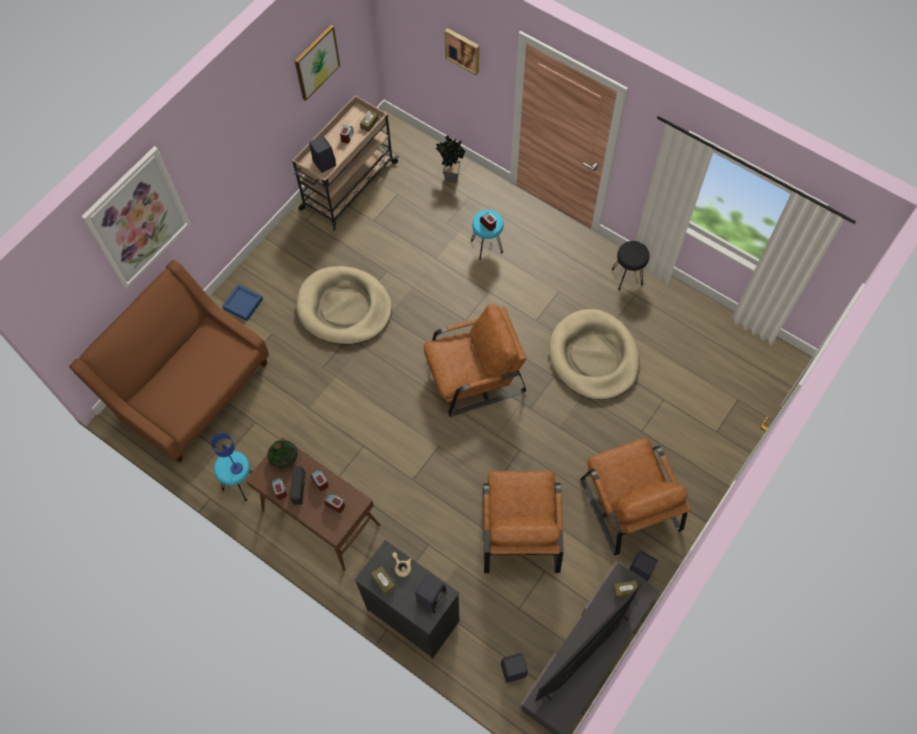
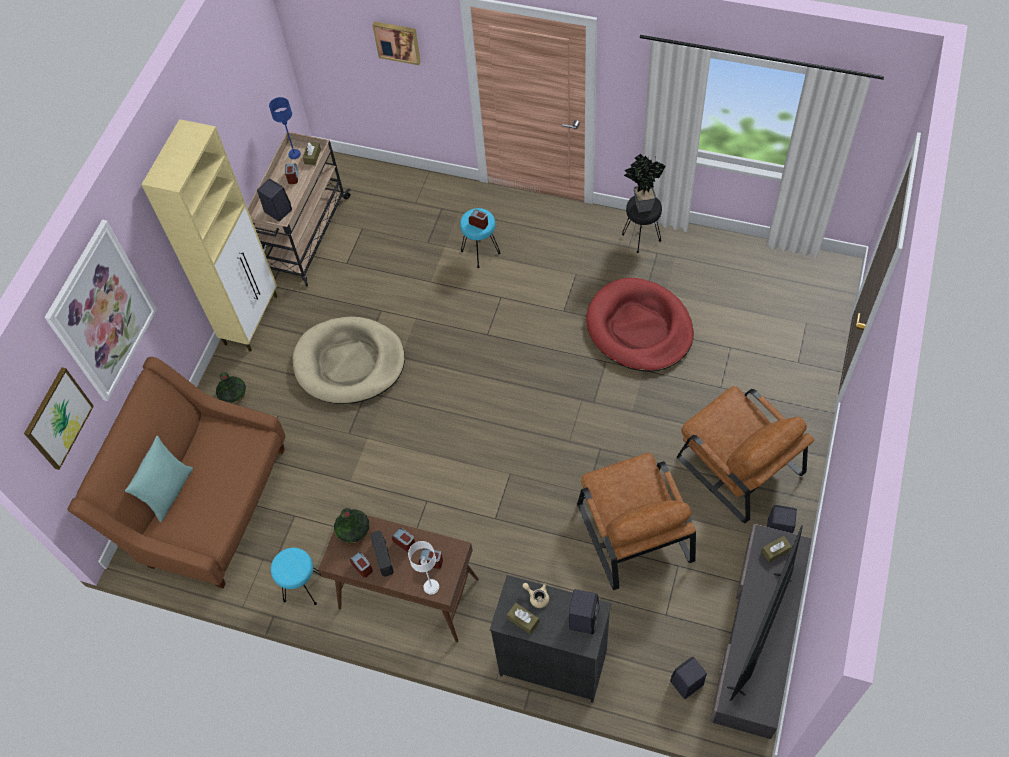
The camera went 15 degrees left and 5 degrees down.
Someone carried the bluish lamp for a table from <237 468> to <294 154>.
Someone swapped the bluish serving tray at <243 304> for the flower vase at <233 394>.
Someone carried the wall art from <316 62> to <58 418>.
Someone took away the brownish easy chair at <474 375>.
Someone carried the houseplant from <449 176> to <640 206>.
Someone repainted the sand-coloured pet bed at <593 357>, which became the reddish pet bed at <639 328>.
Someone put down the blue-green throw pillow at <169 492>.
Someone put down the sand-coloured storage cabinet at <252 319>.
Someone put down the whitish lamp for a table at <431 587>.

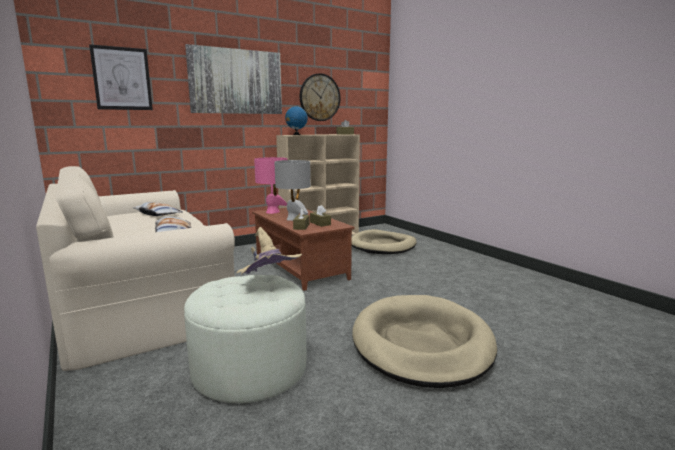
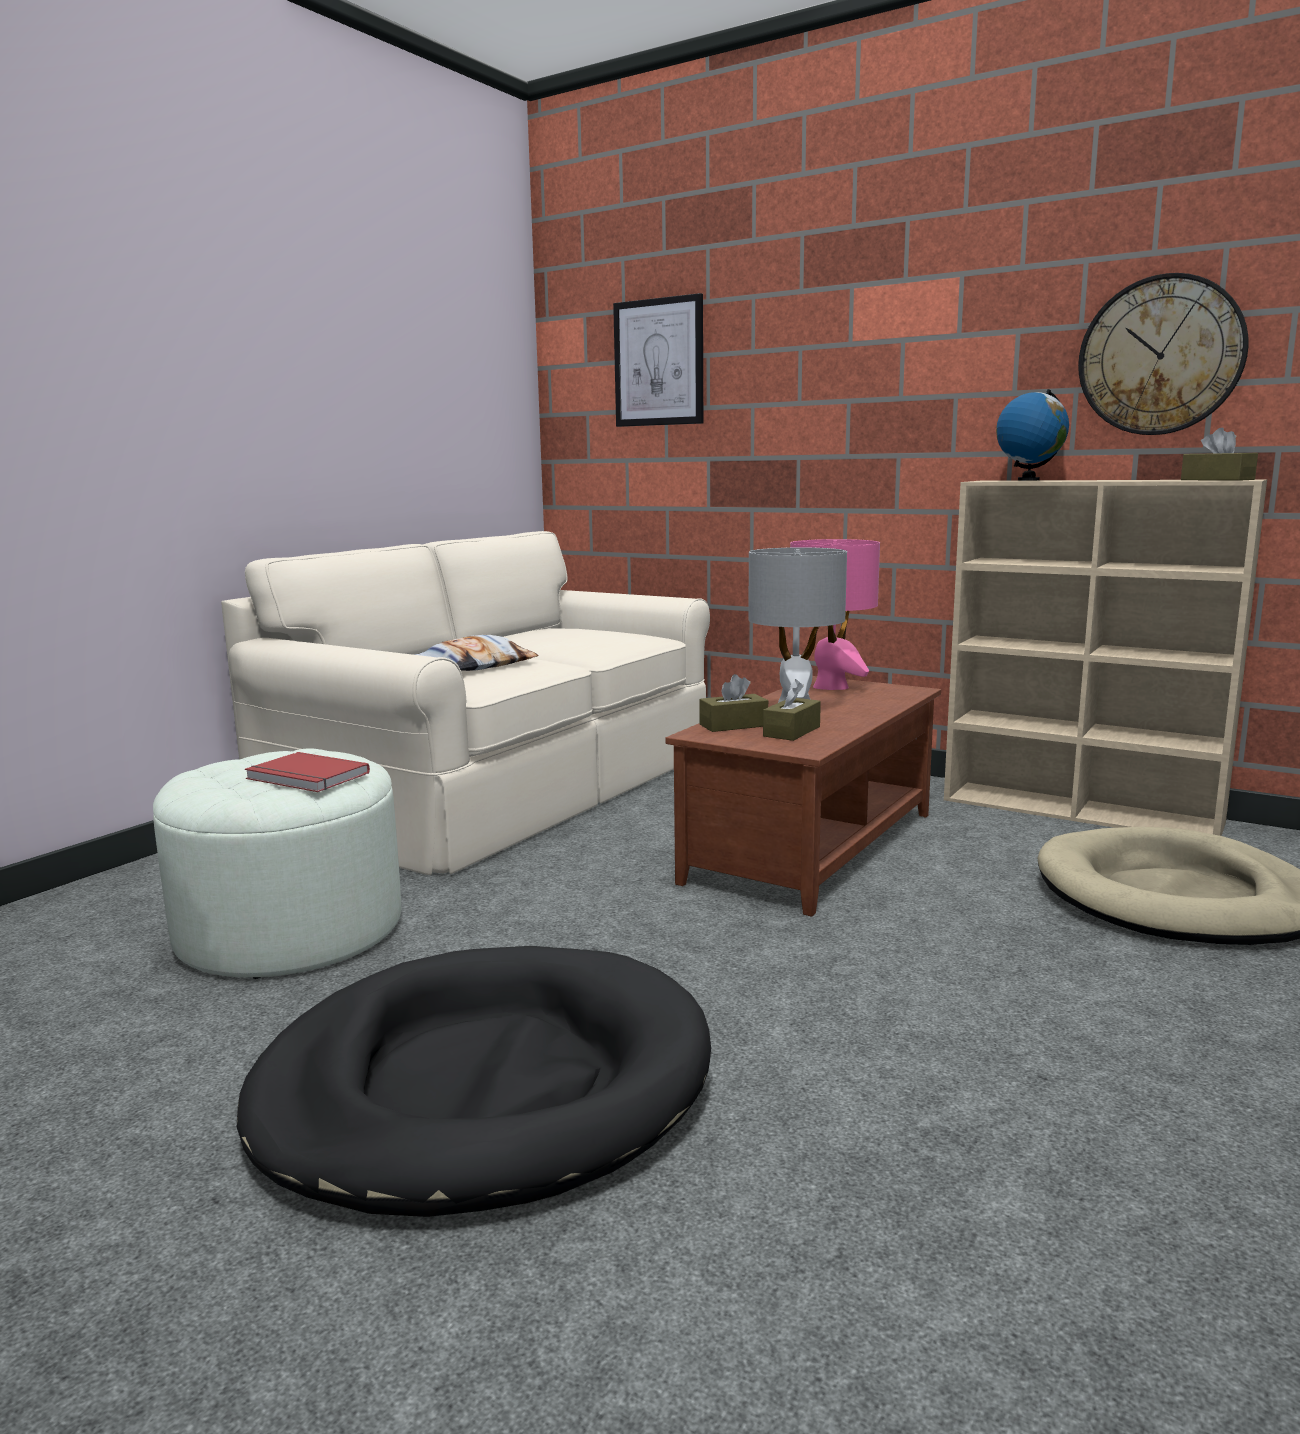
The camera went 65 degrees right and 0 degrees up.
Someone took away the throw pillow at <157 214>.
Someone took away the wall art at <236 81>.
Someone swapped the sand-coloured hat at <268 284> for the reddish book at <305 777>.
Someone repainted the sand-coloured pet bed at <421 344>, which became the black-coloured pet bed at <484 1087>.

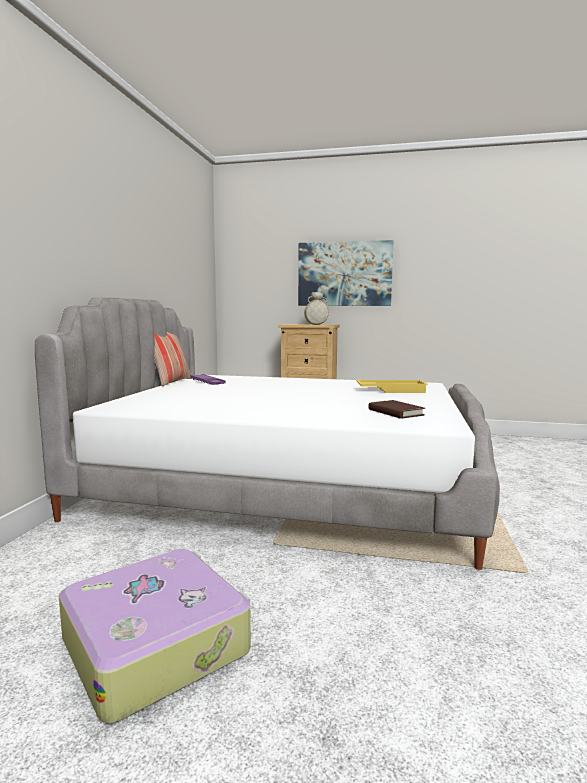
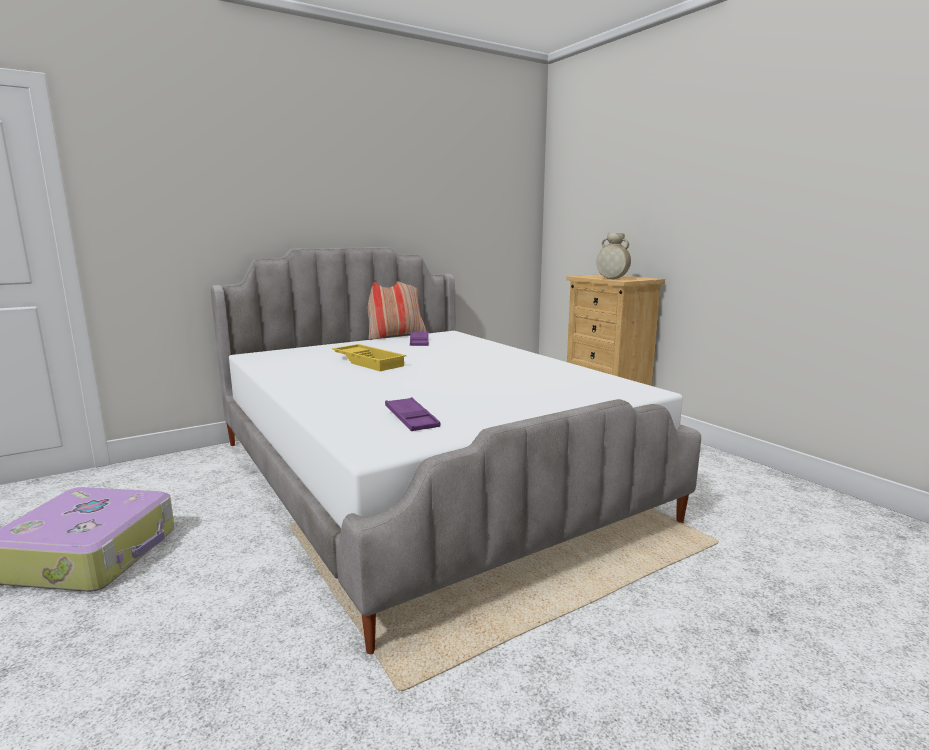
The camera went 45 degrees right and 5 degrees up.
Someone took away the wall art at <344 274>.
Someone carried the yellowish serving tray from <391 390> to <370 362>.
Someone swapped the brownish book at <395 412> for the purple-coloured serving tray at <411 419>.

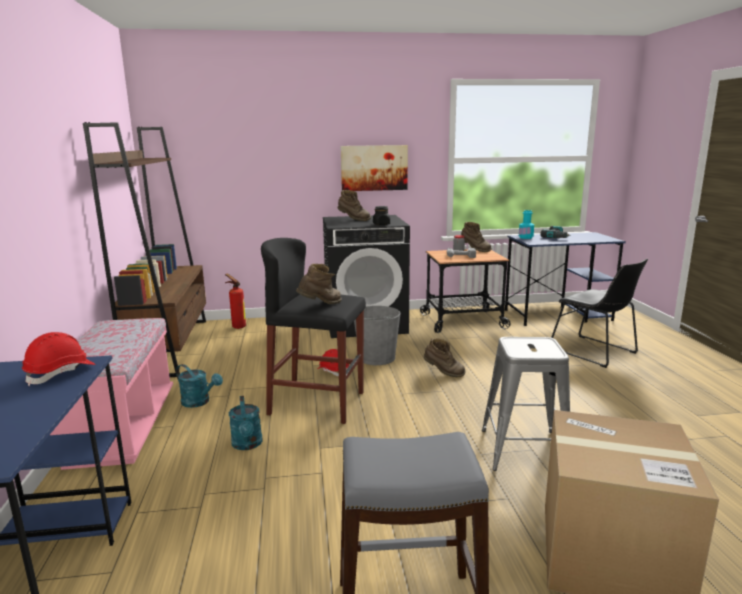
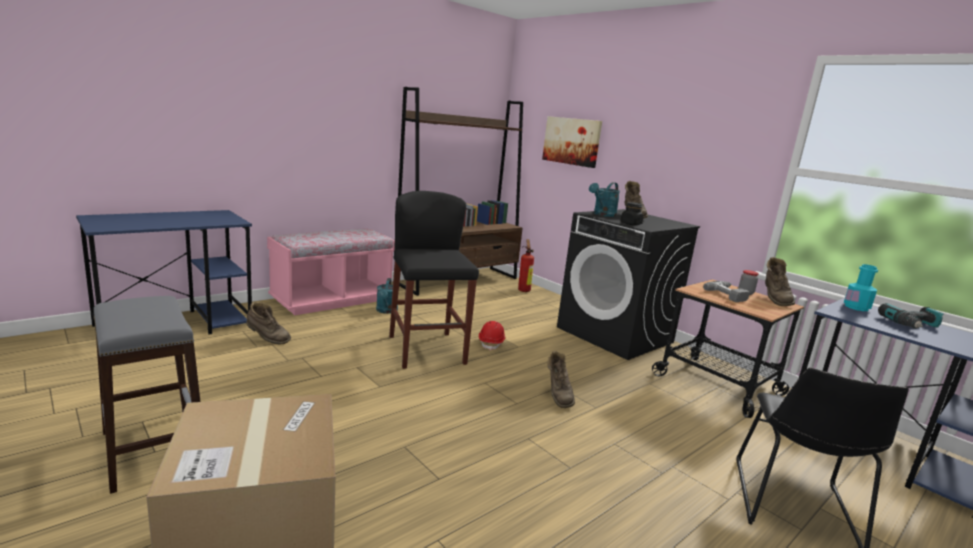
The camera went 55 degrees right and 0 degrees up.
Someone took away the reddish work helmet at <61 373>.
Someone carried the blue-green sprinkling can from <247 445> to <602 214>.
Someone carried the brownish high-top boot from <321 305> to <267 339>.
Someone carried the wall art from <374 168> to <572 141>.
Someone took away the gray pail at <376 358>.
Someone took away the gray sitting stool at <524 450>.

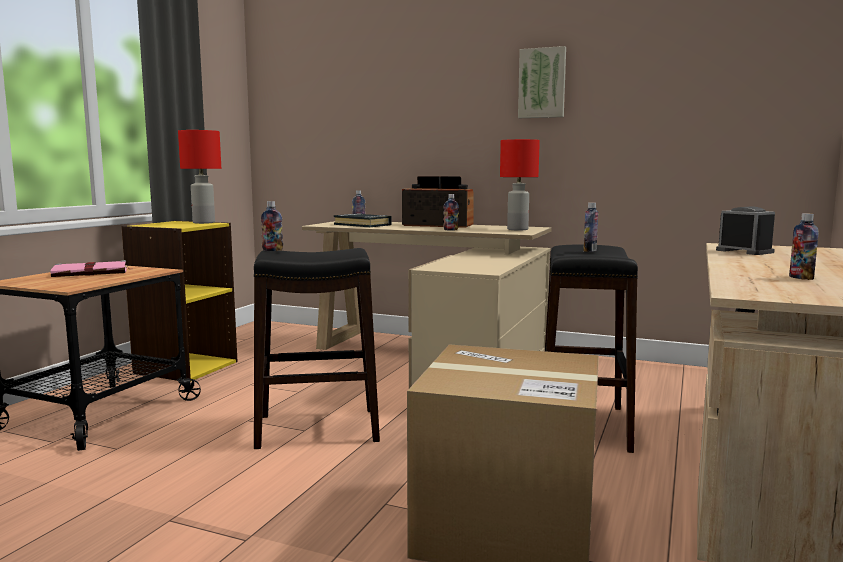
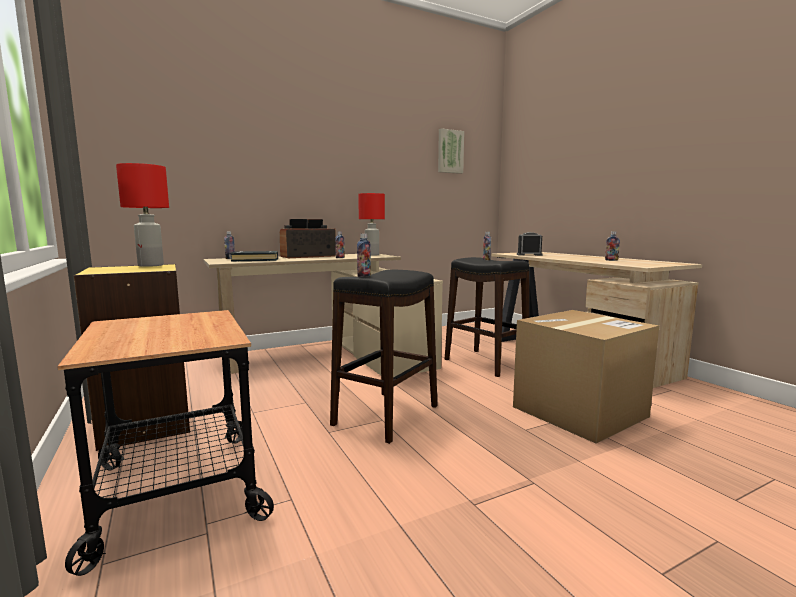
The camera went 50 degrees left and 0 degrees up.
Someone took away the pink-coloured book at <92 272>.
Someone carried the wall art from <542 83> to <450 151>.

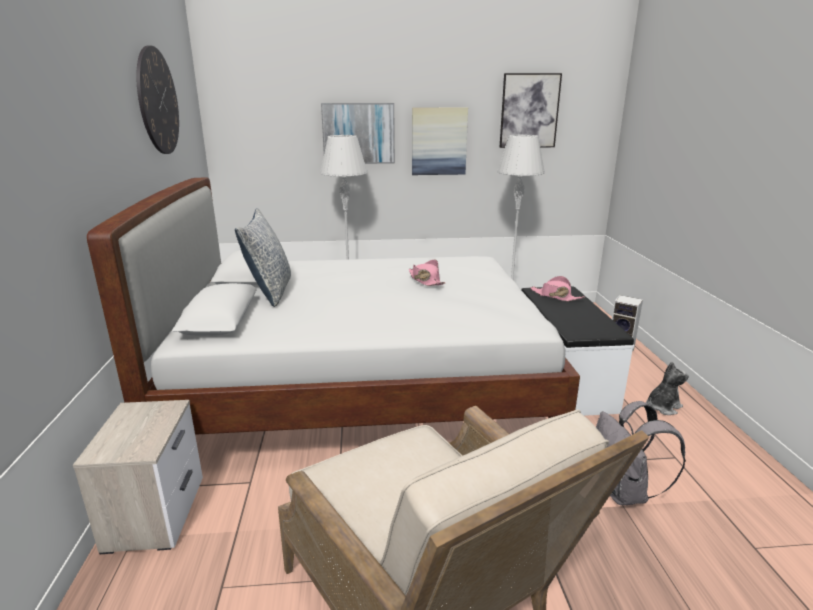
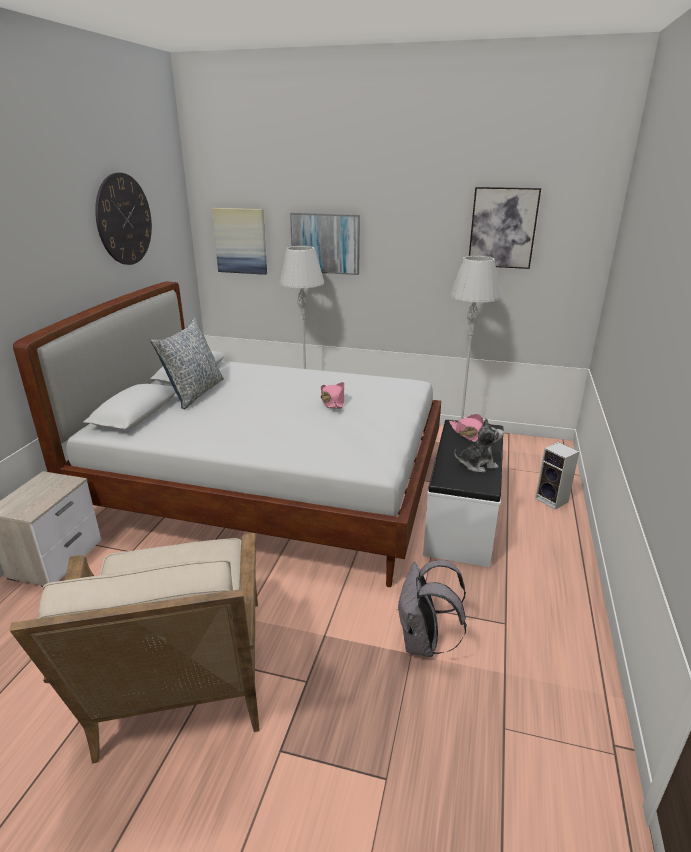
The camera went 20 degrees right and 5 degrees up.
Someone carried the wall art from <439 141> to <240 241>.
Someone carried the plush toy from <662 407> to <477 464>.

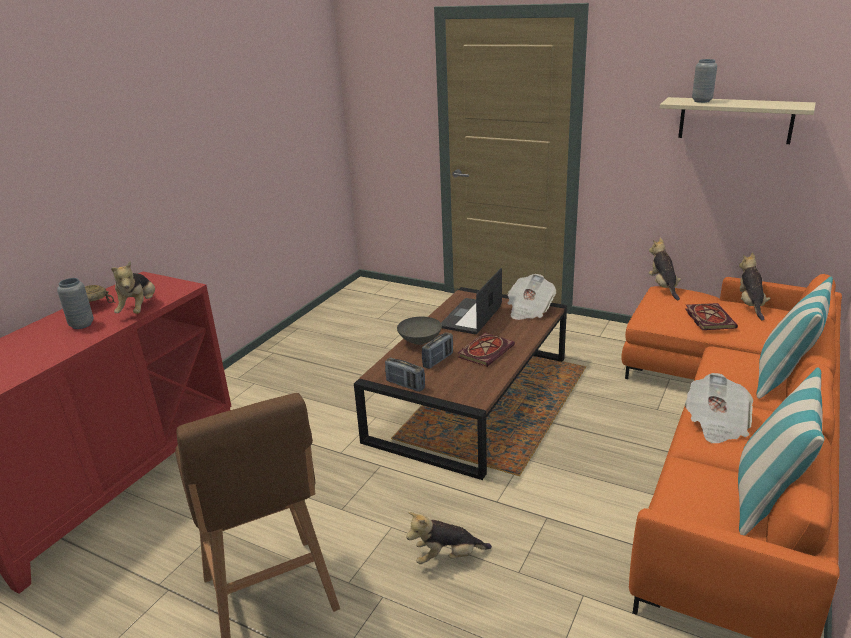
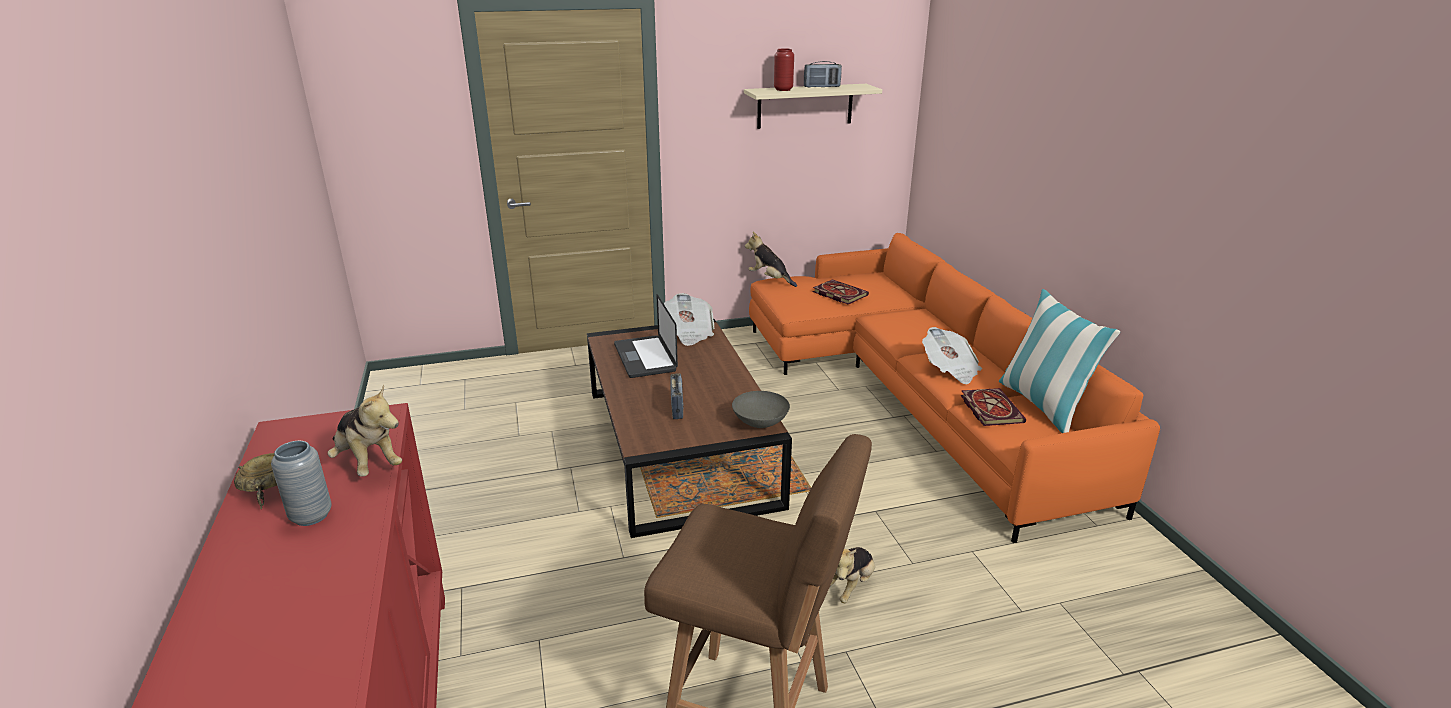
The camera went 45 degrees left and 0 degrees up.
Someone carried the radio from <405 385> to <821 87>.
Someone carried the gray bowl from <419 341> to <760 424>.
Someone carried the book from <485 351> to <989 409>.
Someone repainted the gray flower vase at <701 101>, which became the reddish flower vase at <783 89>.
Someone took away the plush toy at <750 305>.
Someone took away the throw pillow at <784 378>.

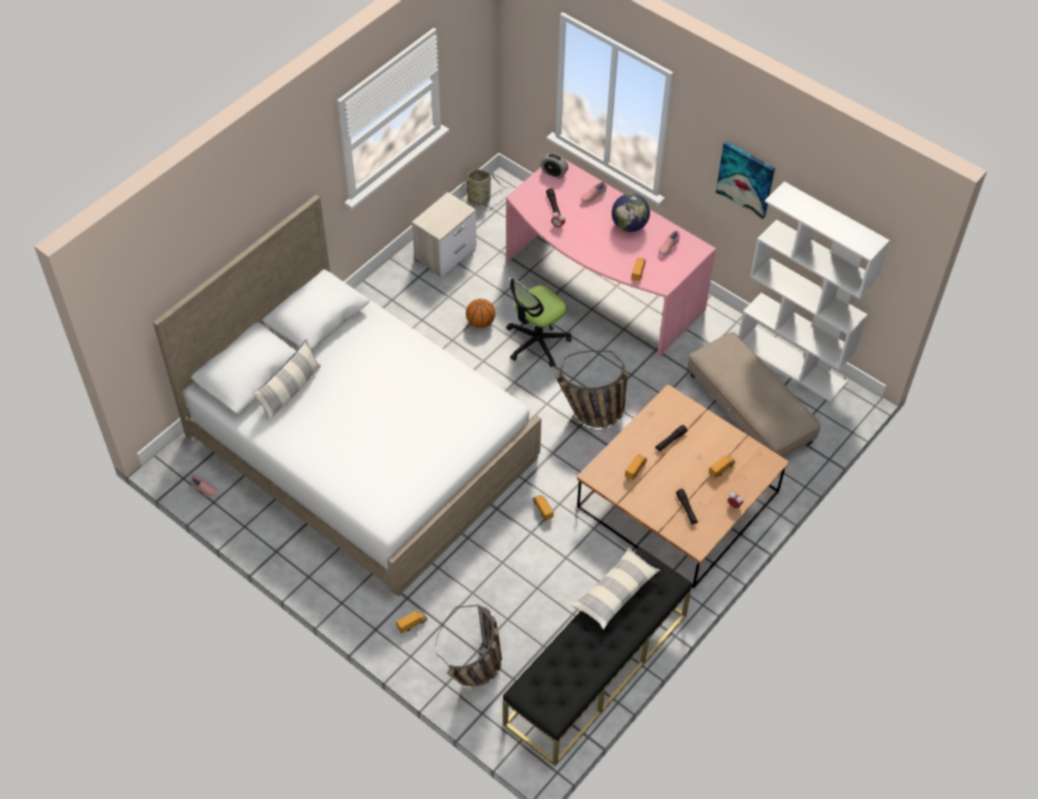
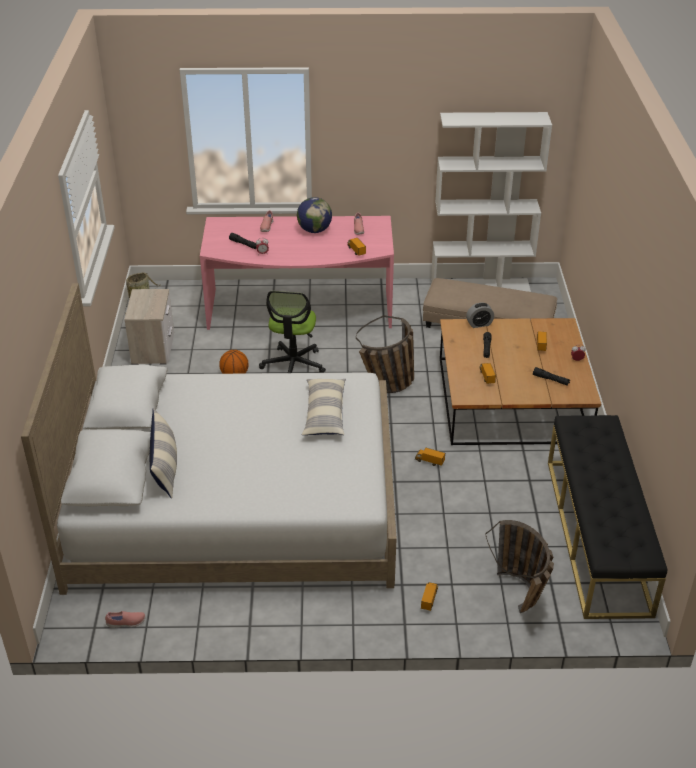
The camera went 40 degrees left and 15 degrees down.
Someone carried the alarm clock from <554 173> to <479 324>.
Someone carried the throw pillow from <615 592> to <324 414>.
Someone took away the wall art at <746 179>.

